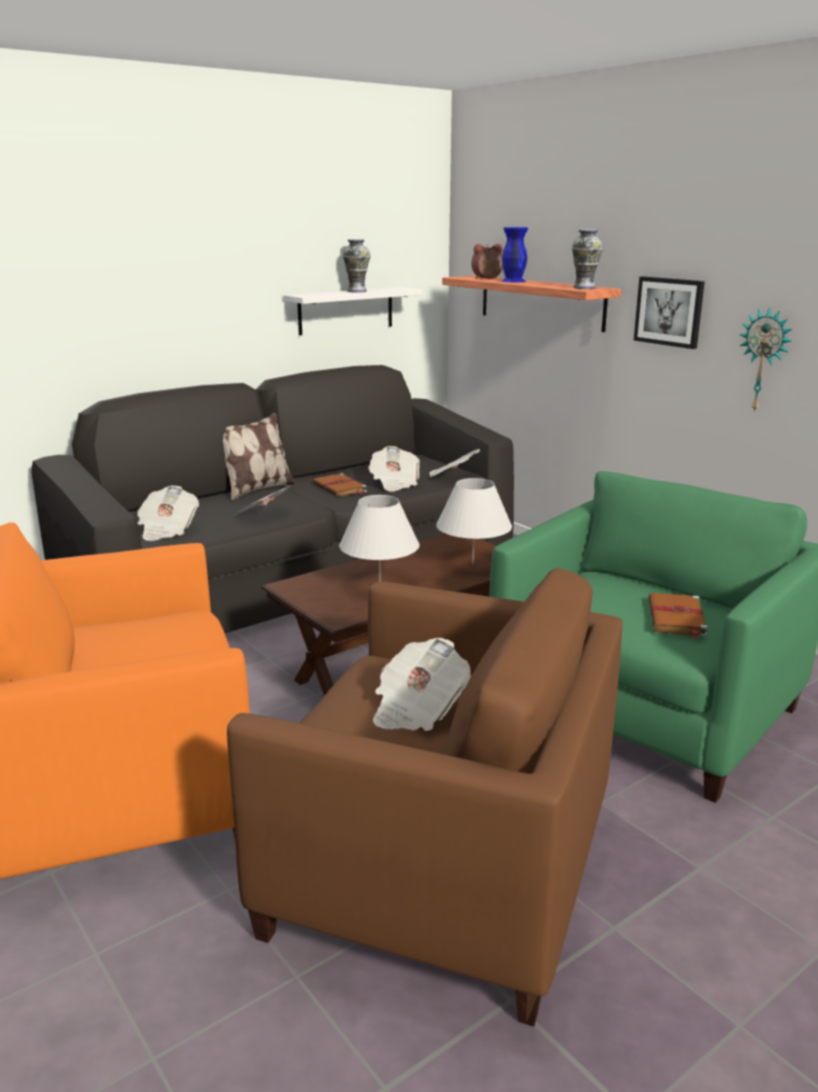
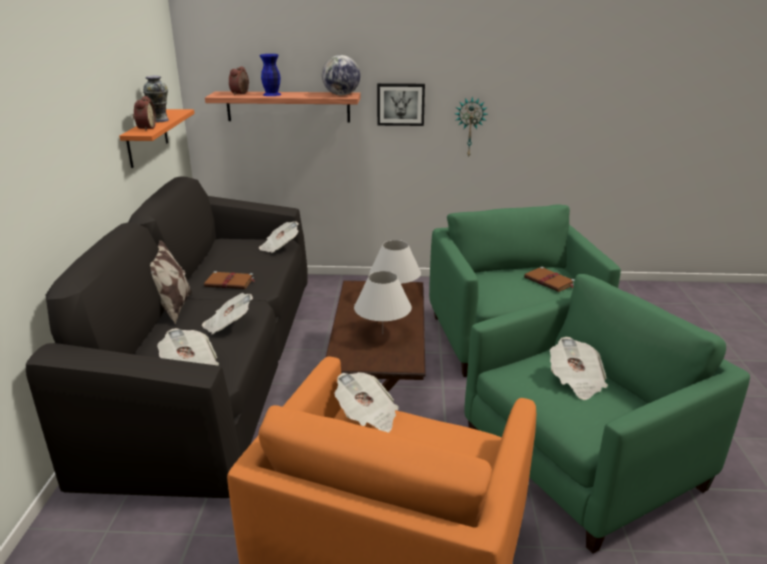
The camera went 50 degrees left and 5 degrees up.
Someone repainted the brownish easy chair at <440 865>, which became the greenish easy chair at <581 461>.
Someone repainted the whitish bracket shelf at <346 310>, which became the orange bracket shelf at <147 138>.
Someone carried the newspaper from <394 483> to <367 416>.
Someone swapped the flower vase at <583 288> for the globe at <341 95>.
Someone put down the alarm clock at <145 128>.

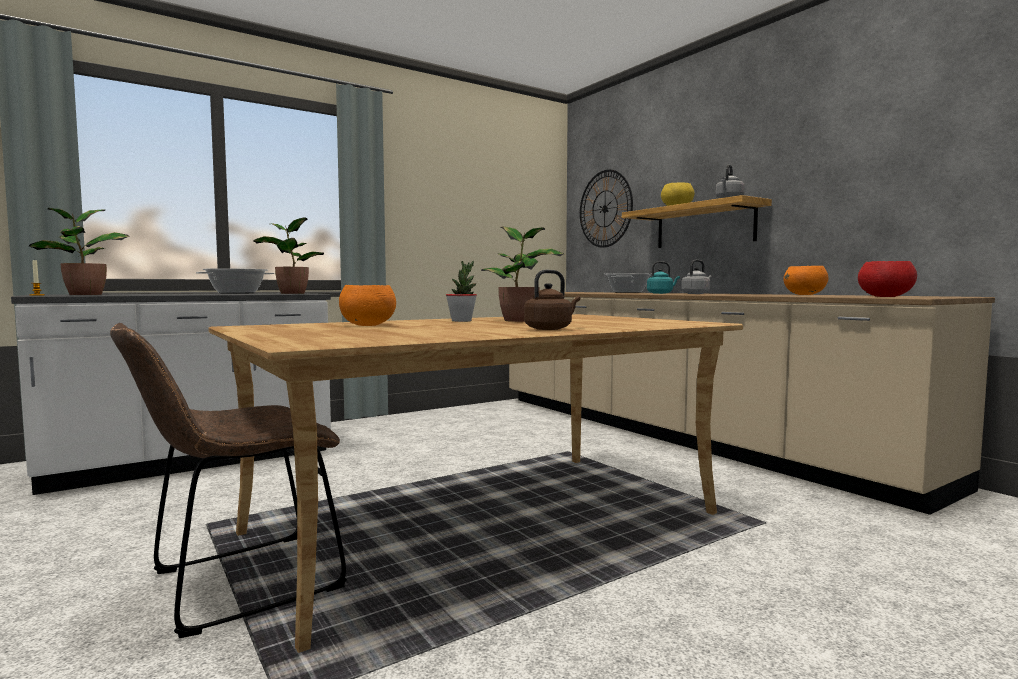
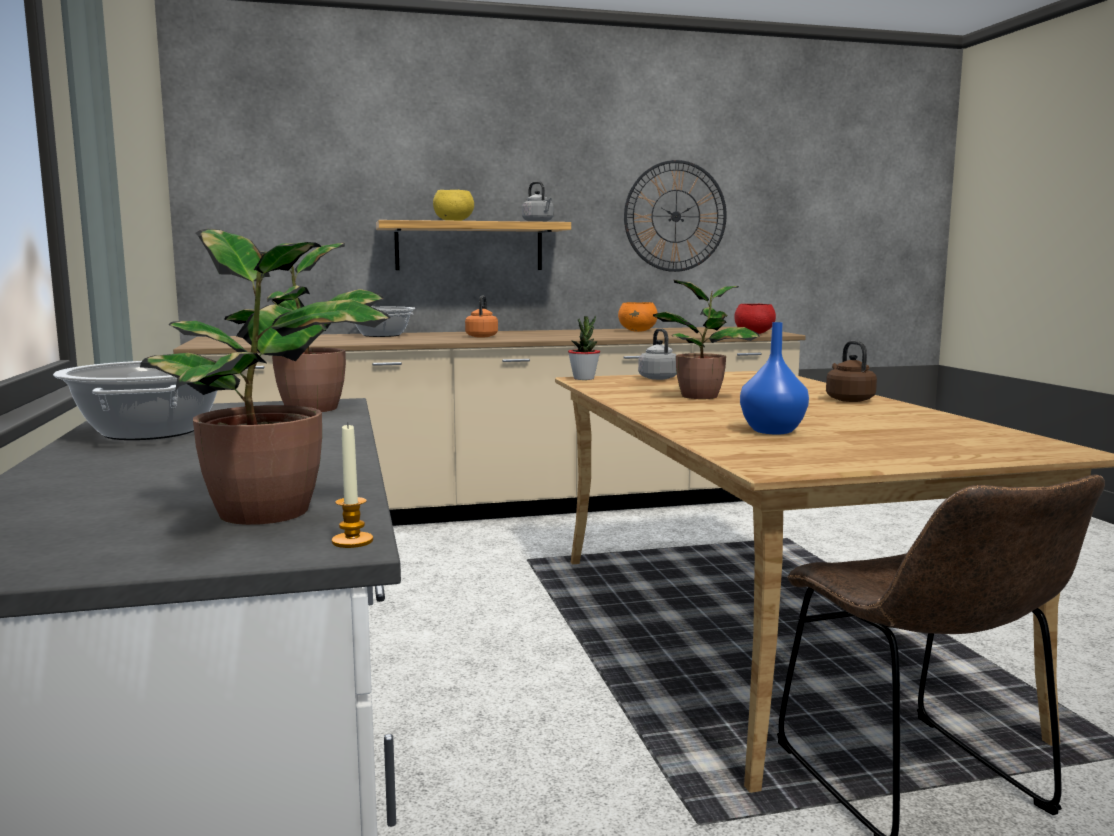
The camera went 70 degrees left and 5 degrees up.
Someone swapped the orange bowl at <367 325> for the bluish flower vase at <772 431>.
Someone carried the houseplant from <461 321> to <584 378>.
Someone carried the clock on the wall from <605 209> to <675 216>.
Someone repainted the blue-green water kettle at <661 293>, which became the orange water kettle at <482 336>.
Someone carried the gray water kettle from <696 294> to <657 378>.

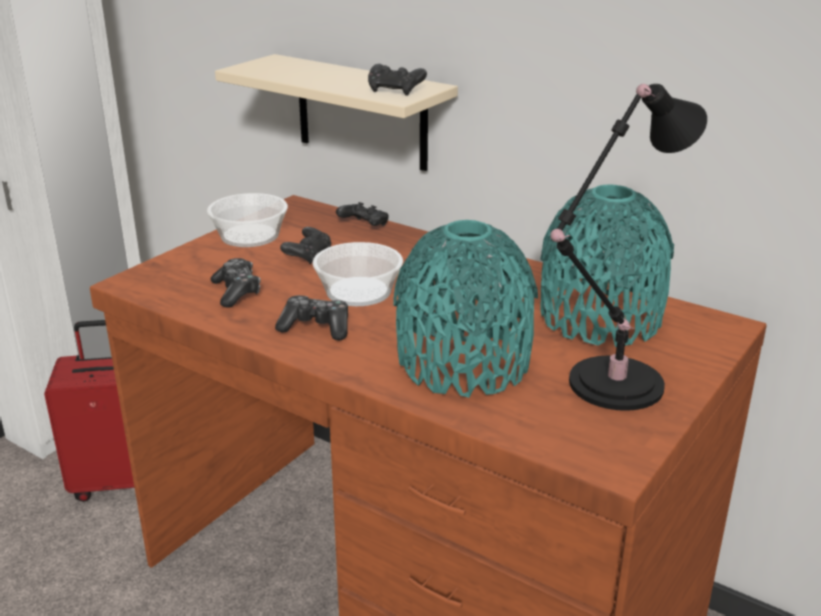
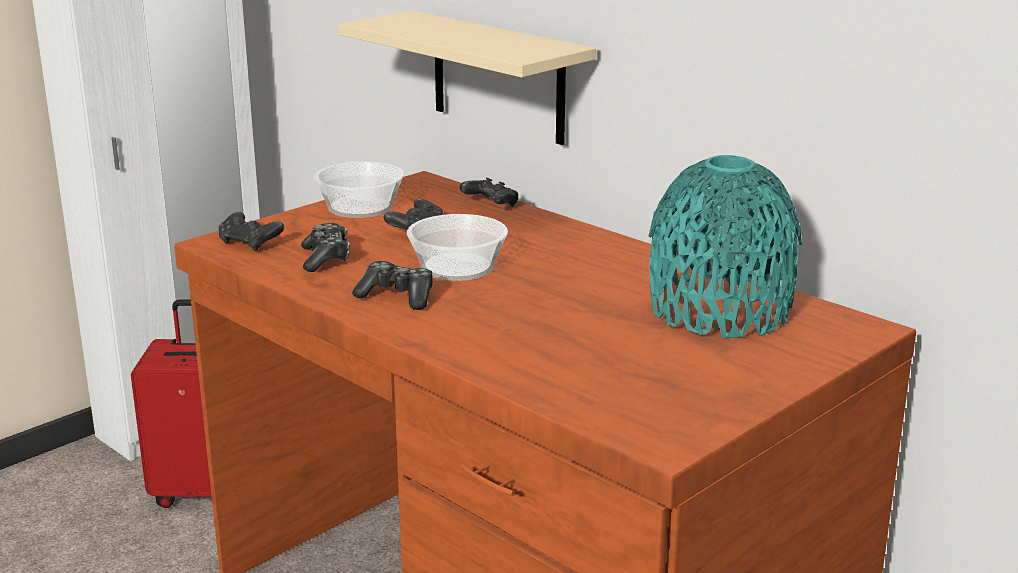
The camera went 10 degrees right and 5 degrees down.
Someone carried the black-coloured joypad from <395 91> to <250 244>.
Someone took away the blue-green flower vase at <463 363>.
Someone took away the black-coloured lamp for a table at <609 386>.

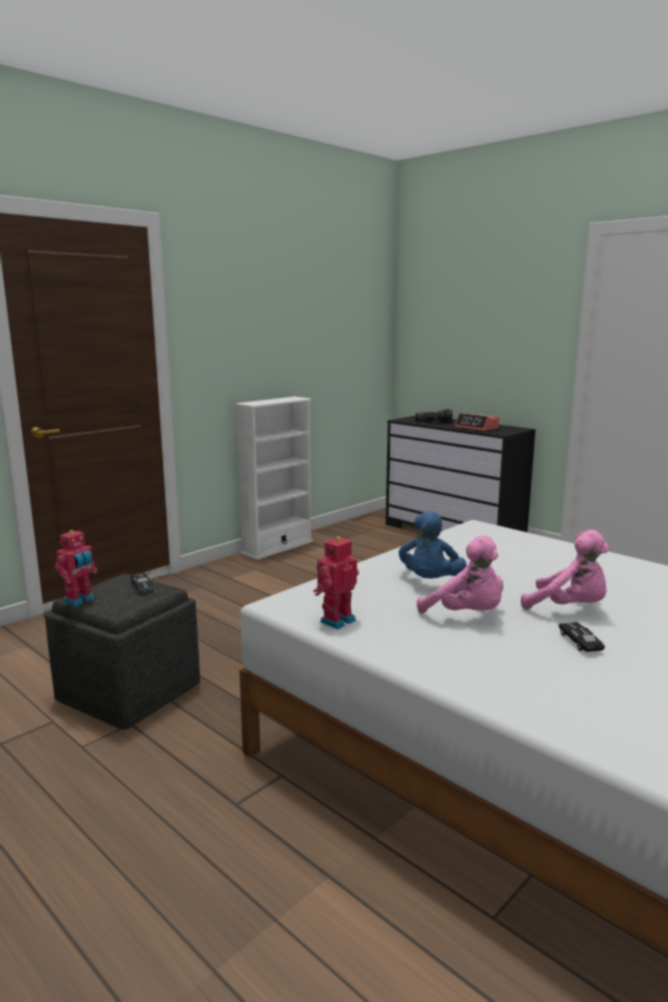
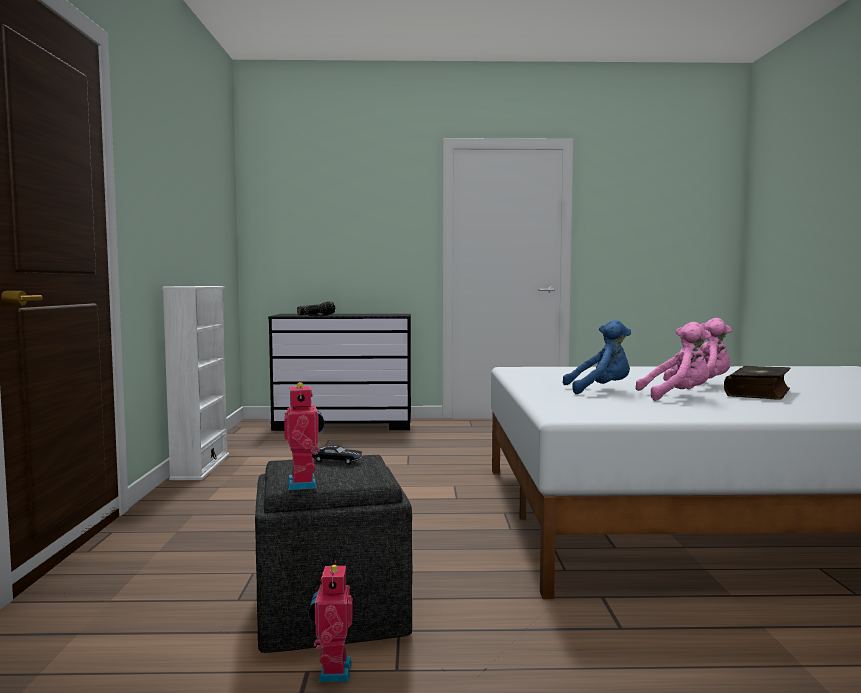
The camera went 45 degrees left and 10 degrees down.
Someone carried the robot figure from <336 620> to <332 672>.
Someone rotated the bluish plush toy at <430 582> by 60 degrees counterclockwise.
Someone took away the alarm clock at <477 428>.
Someone swapped the black-coloured toy car at <580 642> for the book at <759 393>.

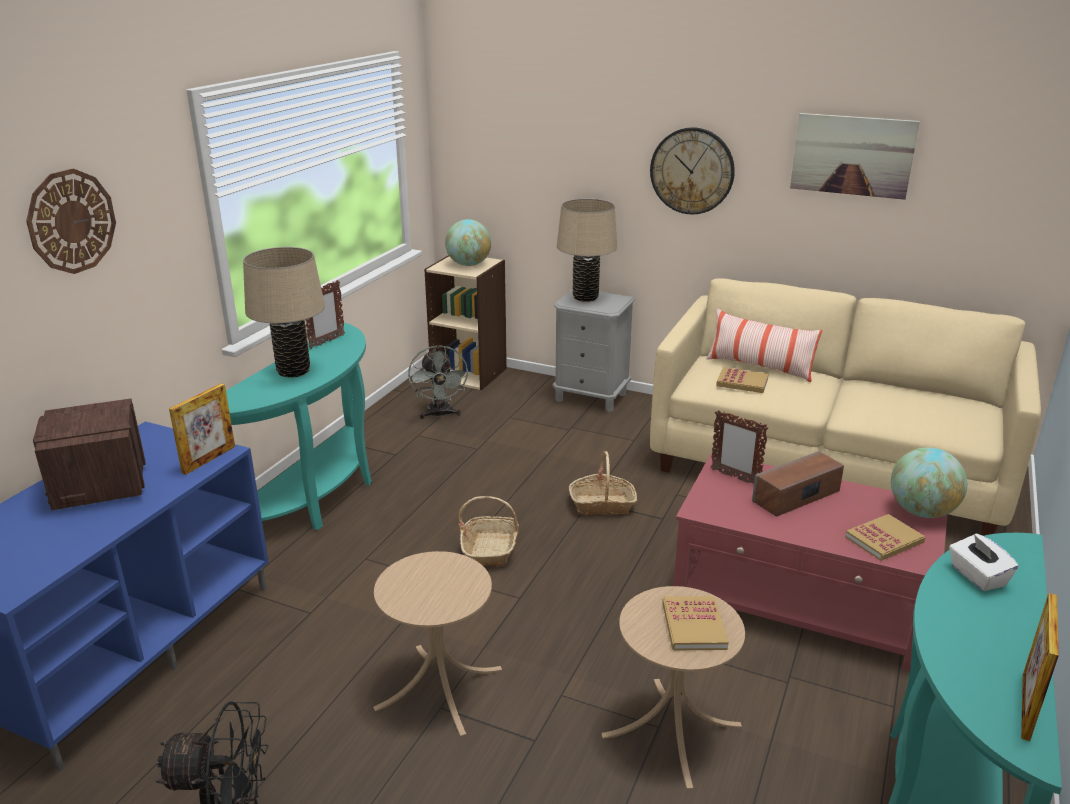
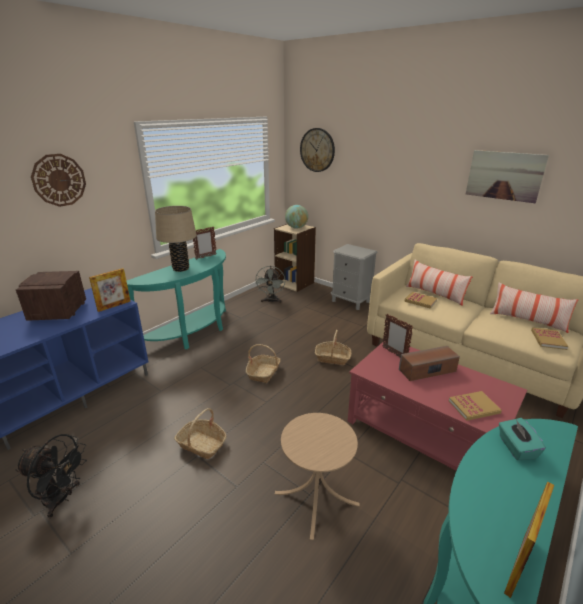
The camera went 15 degrees right and 0 degrees up.
Someone swapped the sand-coloured accent table at <439 688> for the household basket at <202 444>.
Someone took away the sand-coloured lamp for a table at <585 297>.
Someone carried the clock on the wall from <692 171> to <317 150>.
Someone carried the book from <693 626> to <548 339>.
Someone took away the globe at <922 512>.
Someone repainted the whitish tissue box at <977 576>, which became the blue-green tissue box at <516 448>.
Someone put down the throw pillow at <527 321>.

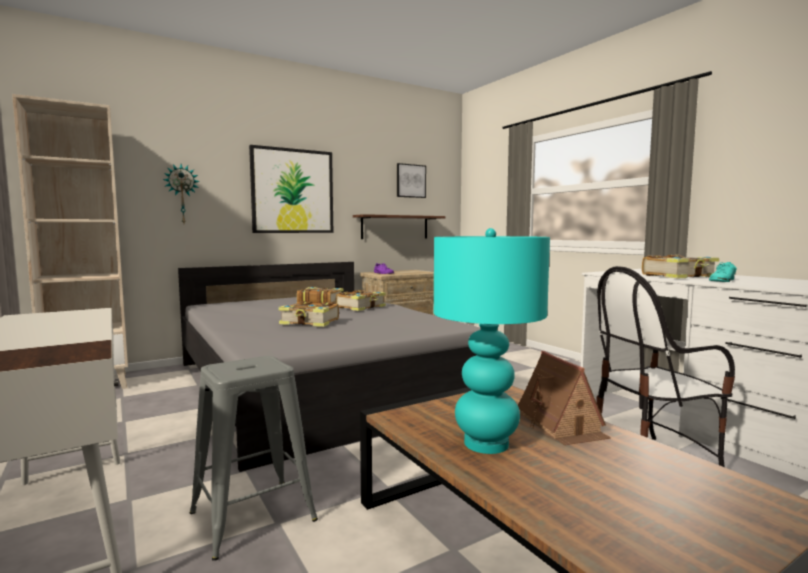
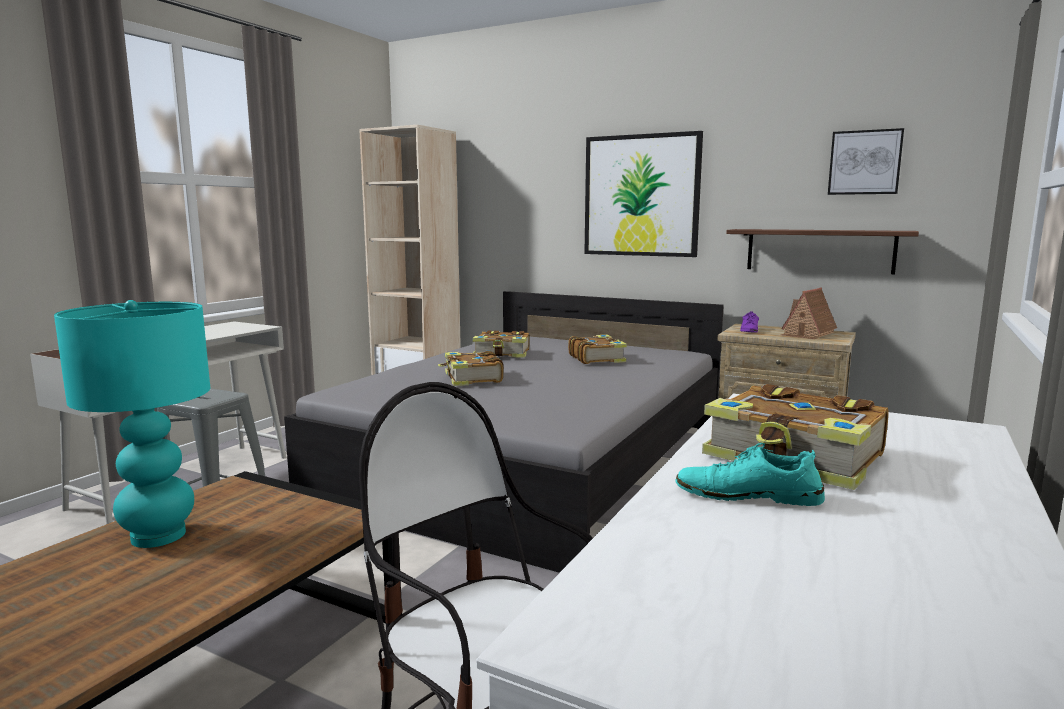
The camera went 60 degrees right and 5 degrees up.
Someone took away the clock on the wall at <182 194>.
Someone carried the book from <361 307> to <503 353>.
Someone carried the miniature house from <561 425> to <807 334>.

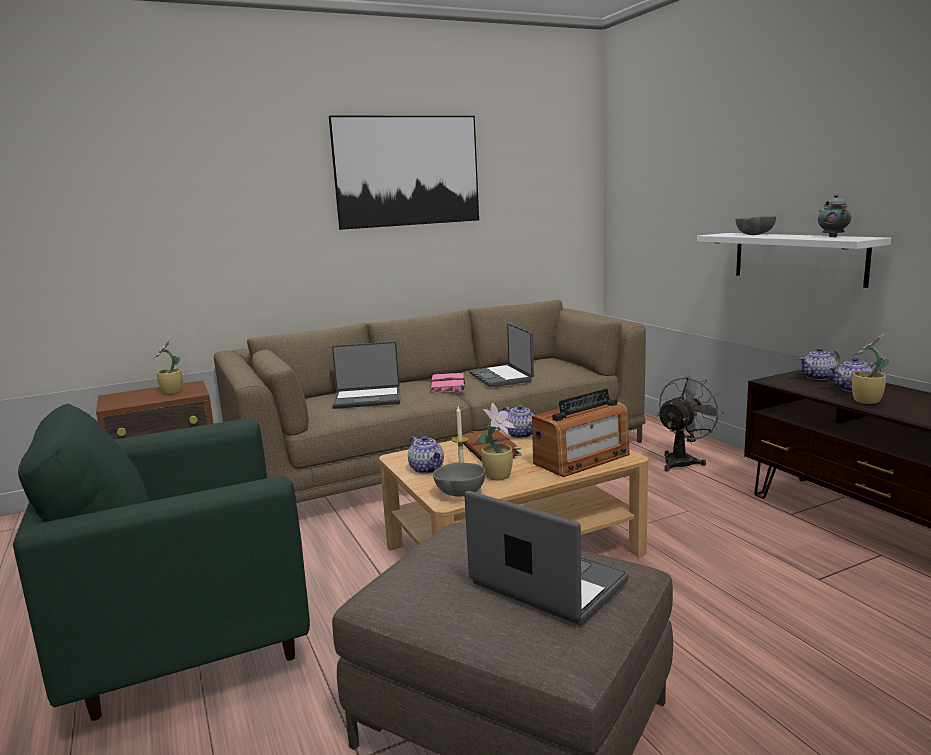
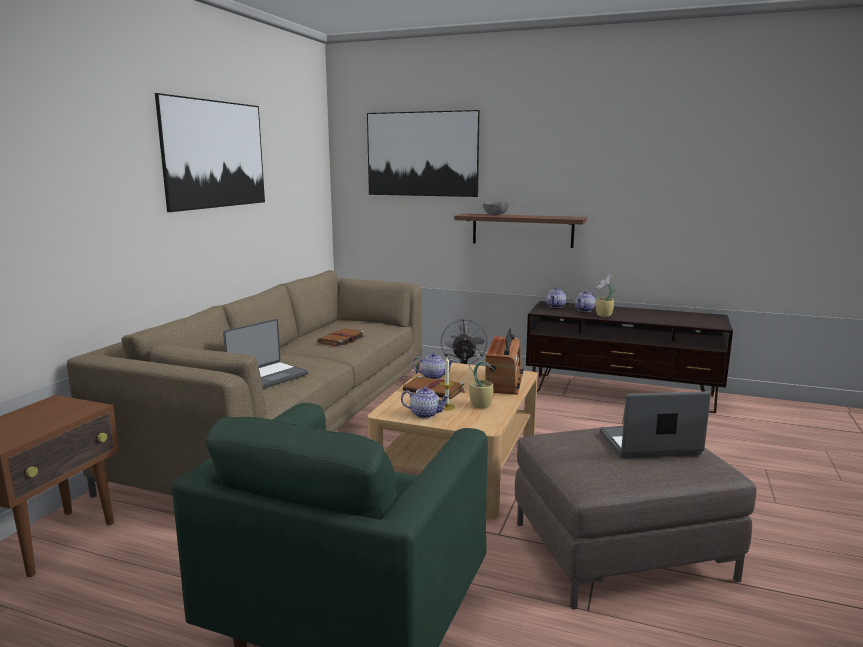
The camera went 45 degrees left and 0 degrees up.
Someone took away the houseplant at <171 392>.
Someone took away the pink-coloured book at <448 385>.
Someone took away the gray bowl at <459 494>.
Someone swapped the laptop at <502 377> for the brownish book at <341 339>.
Someone repainted the whitish bracket shelf at <797 258>, which became the brownish bracket shelf at <522 230>.
Someone took away the pot for tea at <832 237>.
Someone put up the wall art at <422 154>.

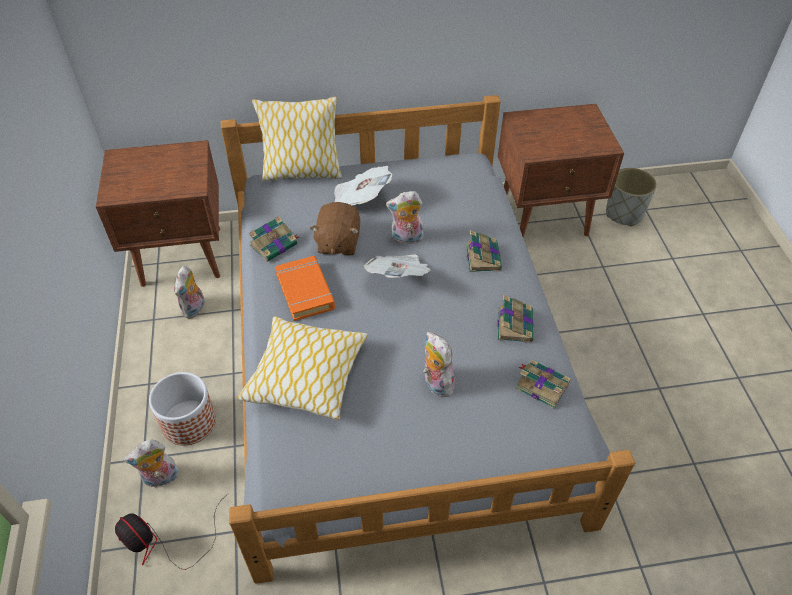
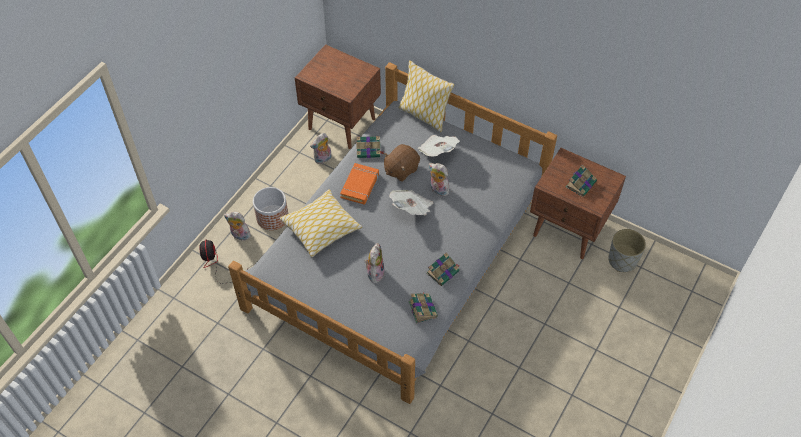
The camera went 40 degrees right and 5 degrees up.
Someone carried the book from <483 257> to <581 184>.

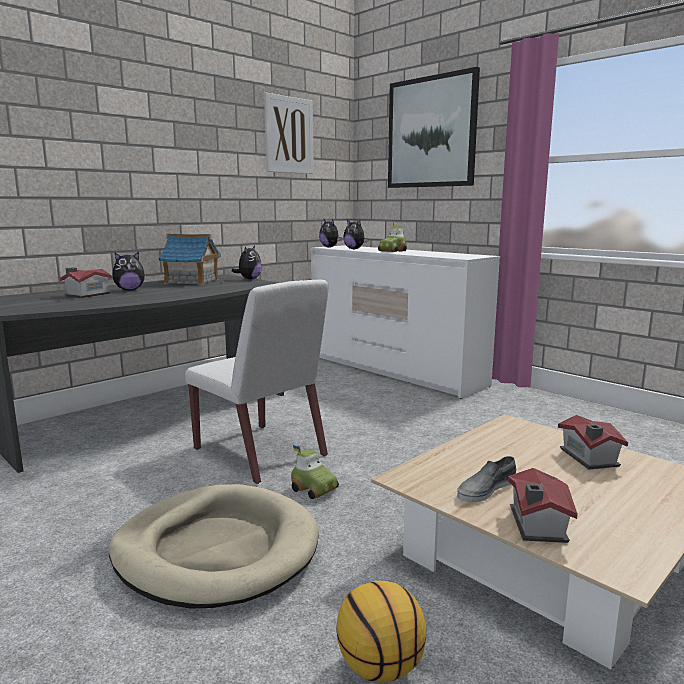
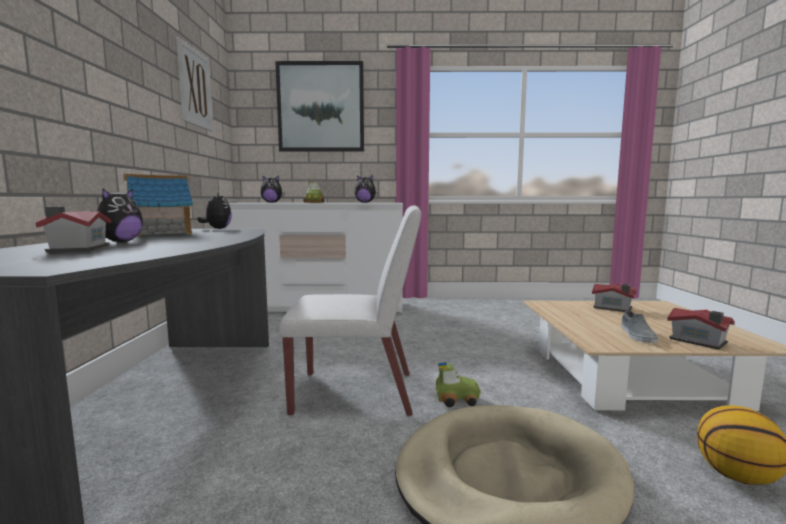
The camera went 45 degrees left and 5 degrees down.
Someone carried the plush toy from <330 247> to <365 202>.

